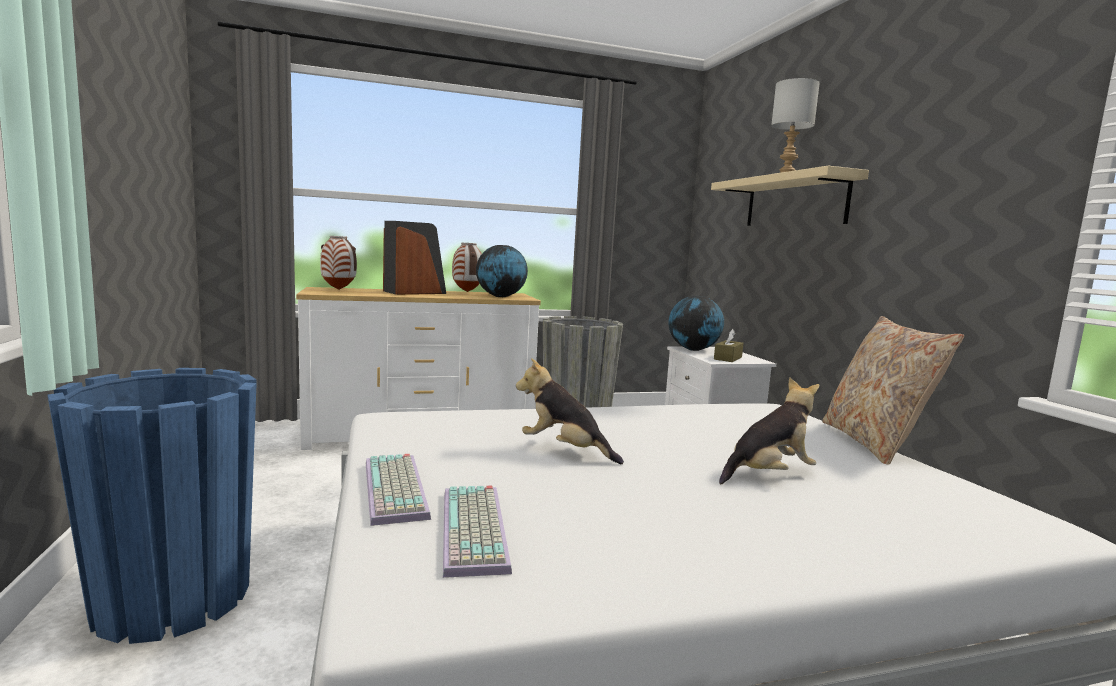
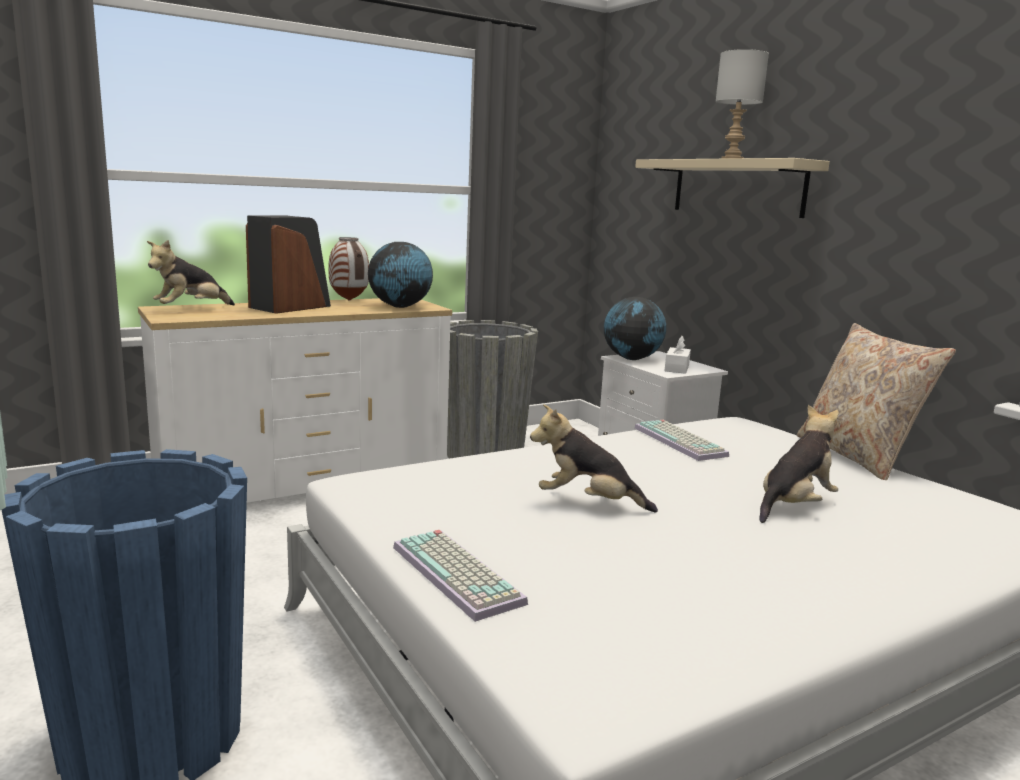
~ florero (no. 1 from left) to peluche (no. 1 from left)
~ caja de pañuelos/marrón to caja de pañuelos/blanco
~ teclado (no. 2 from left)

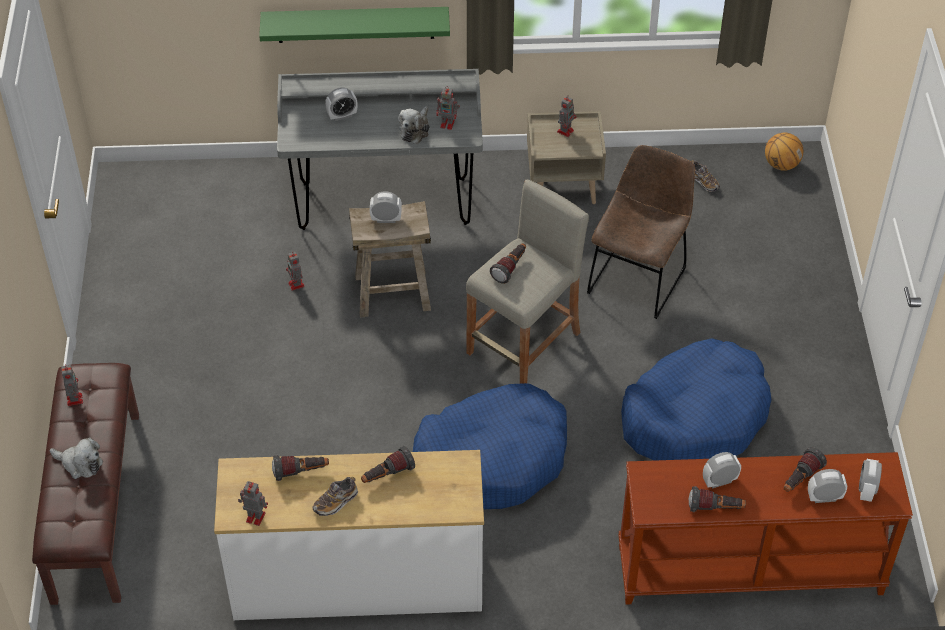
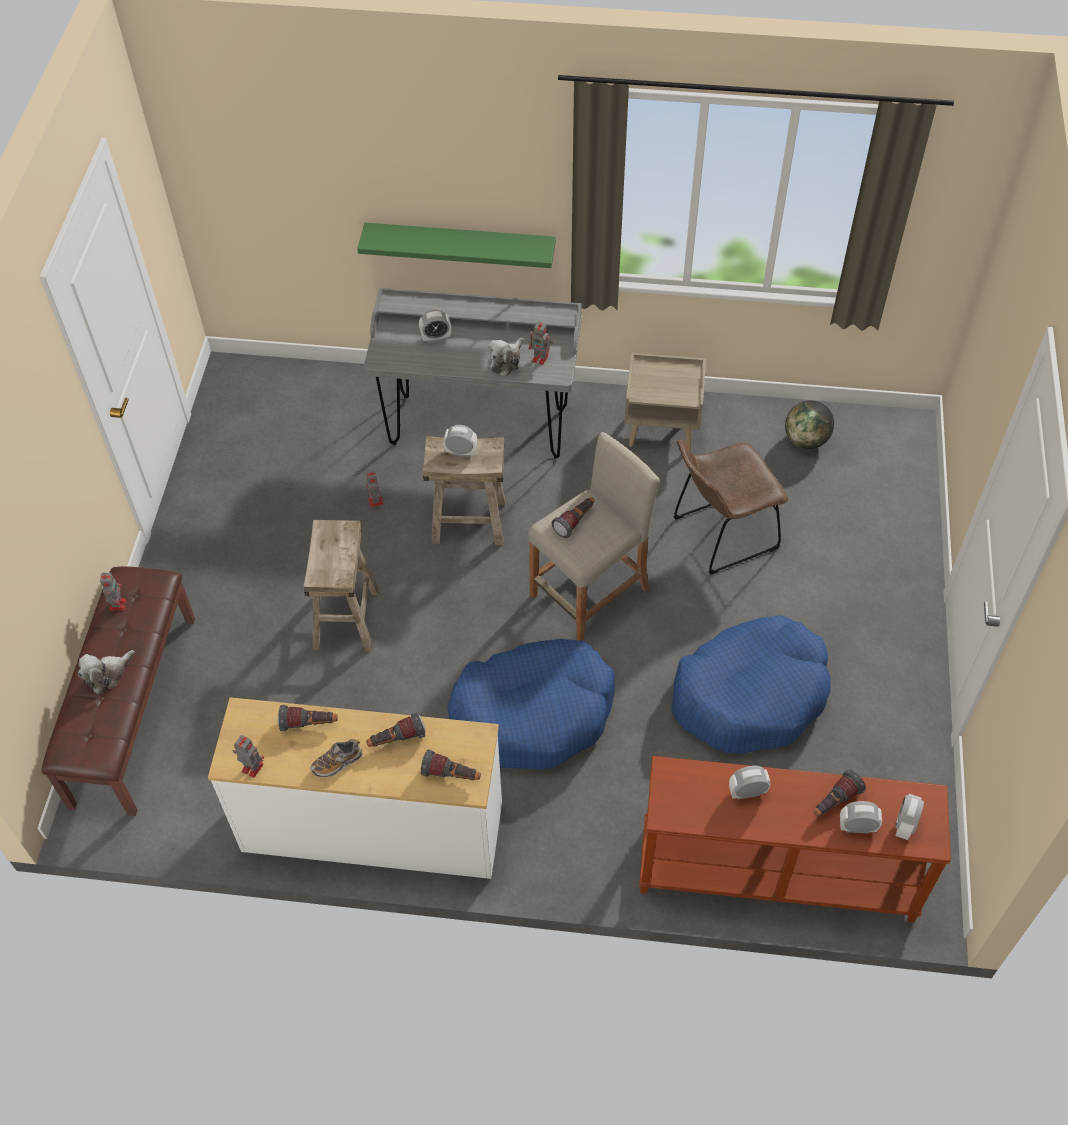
- robot de juguete (no. 5 from left)
- balón de baloncesto
~ silla/marrón 150 degrees counterclockwise
~ zapato (no. 2 from left) to globo terráqueo
~ peluche (no. 1 from left) 105 degrees clockwise
~ linterna (no. 4 from left in the first image) to linterna (no. 3 from left)
+ taburete/beis (no. 1 from left)

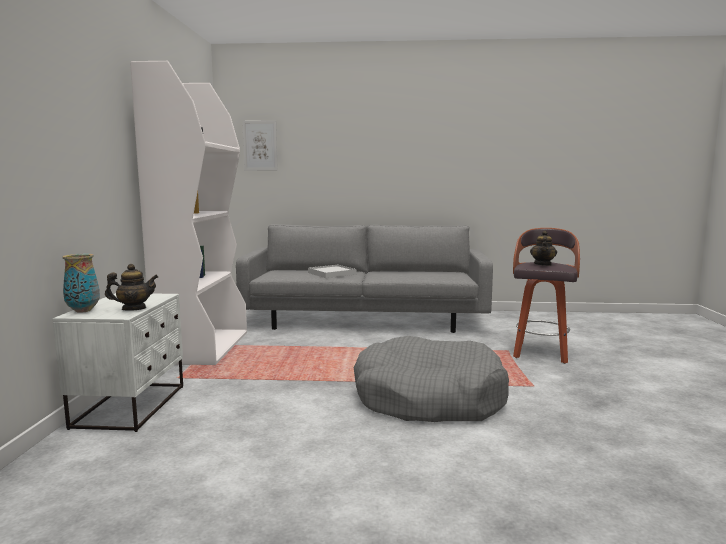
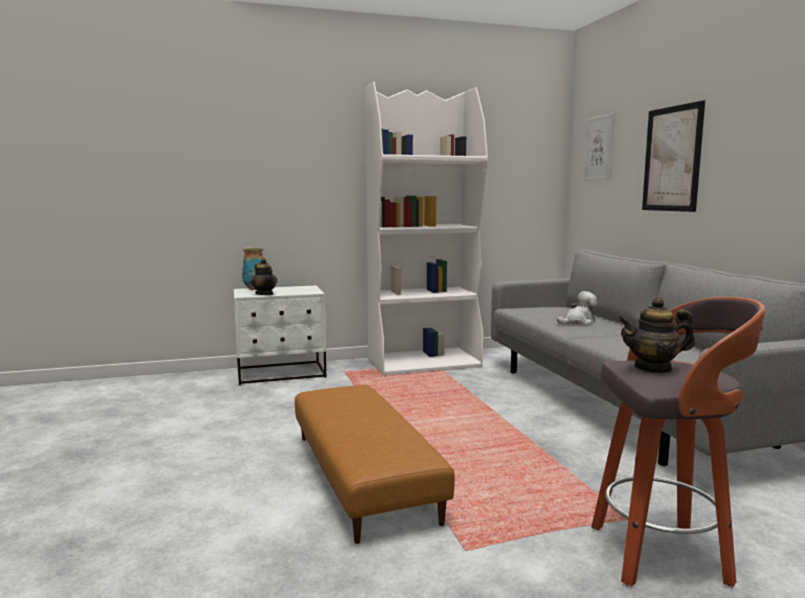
~ bandeja/blanco to peluche
~ cama para perro/gris to puf/marrón
+ cuadro (no. 2 from left)

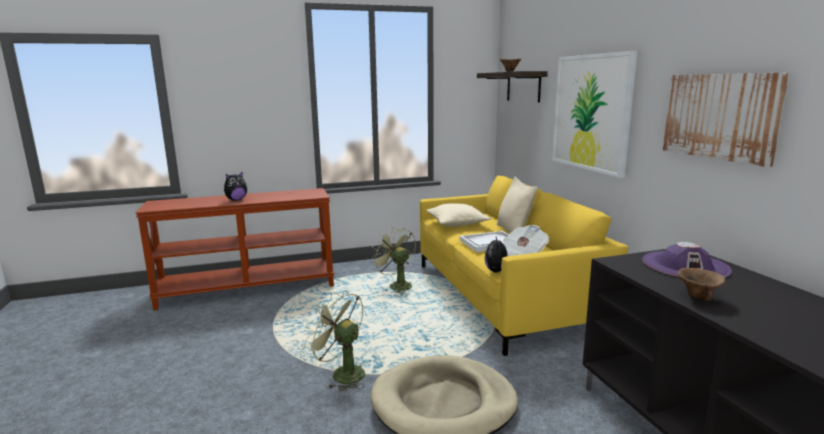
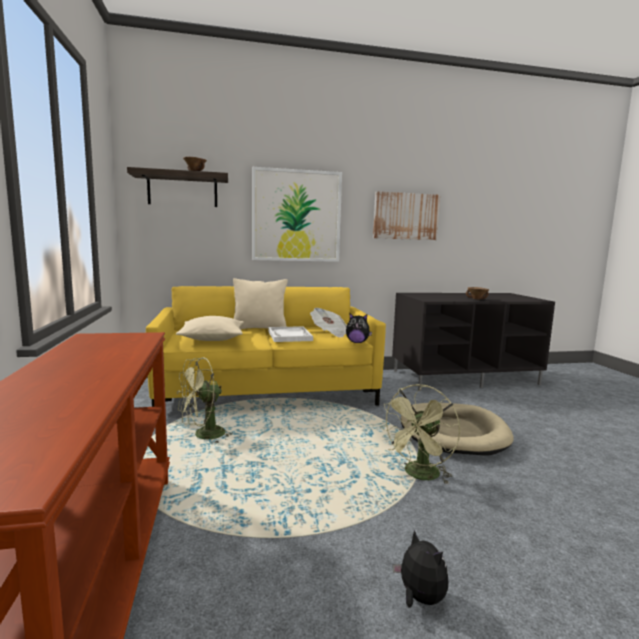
~ peluche (no. 1 from left in the first image) to peluche (no. 2 from left)
- sombrero/morado

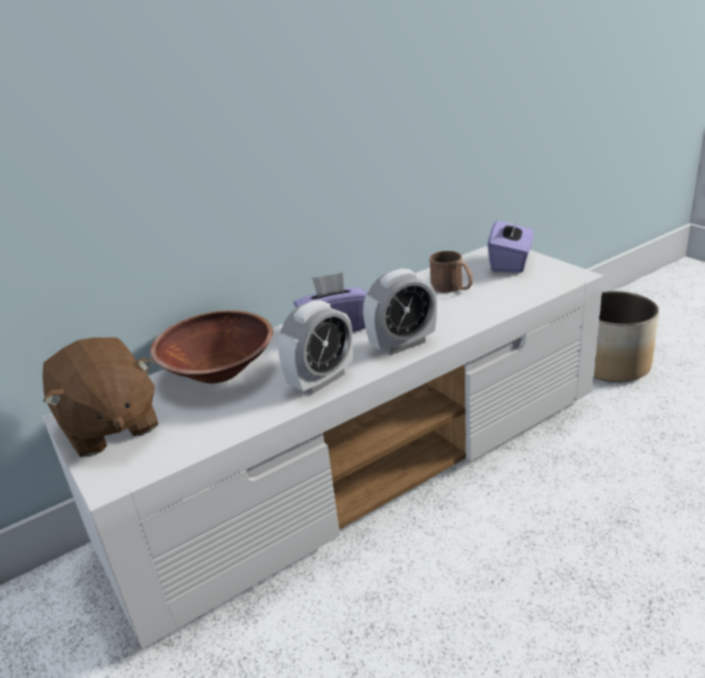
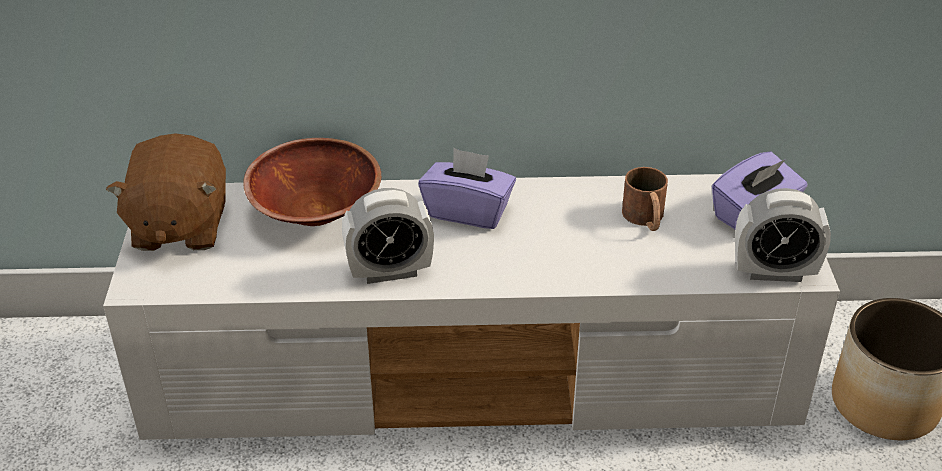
~ despertador (no. 2 from left)

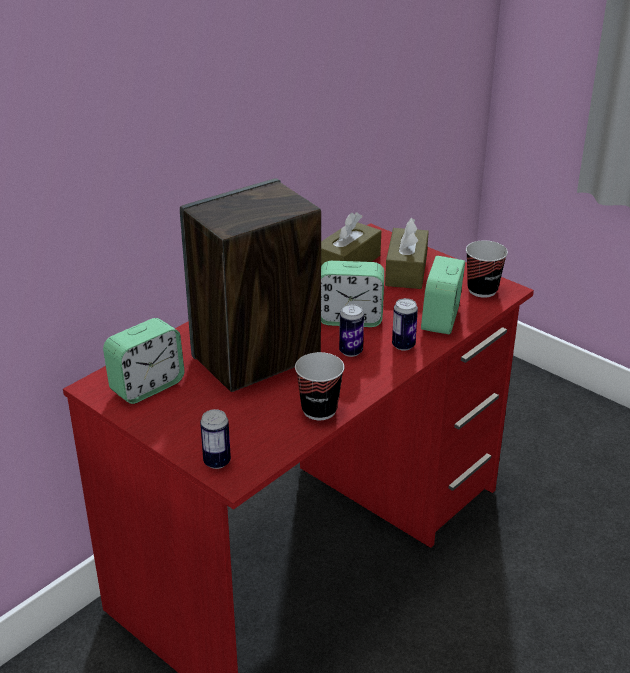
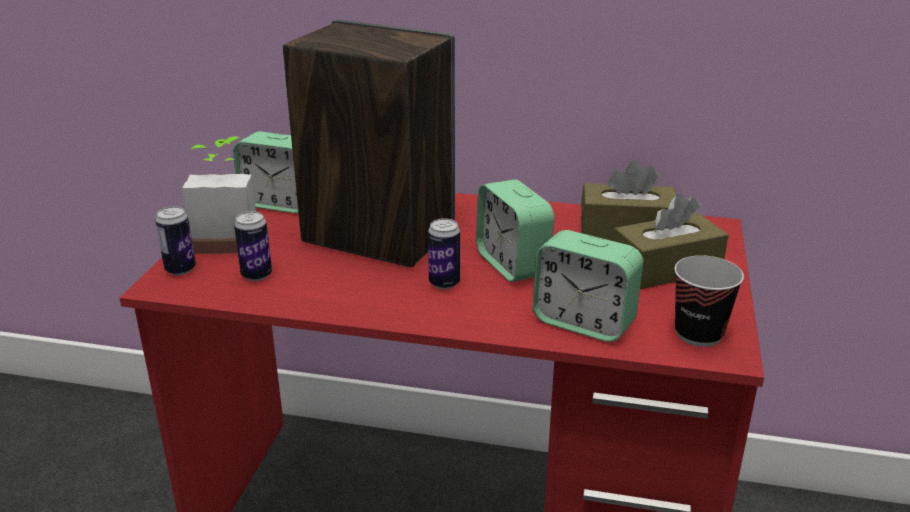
~ despertador (no. 3 from left) 135 degrees counterclockwise
~ lata (no. 3 from left in the first image) to lata (no. 2 from left)
- taza (no. 1 from left)
+ planta en maceta

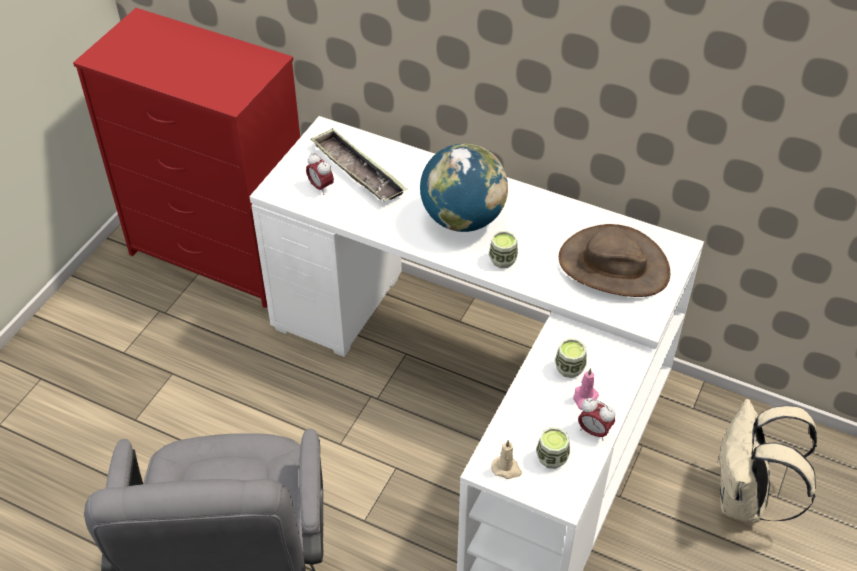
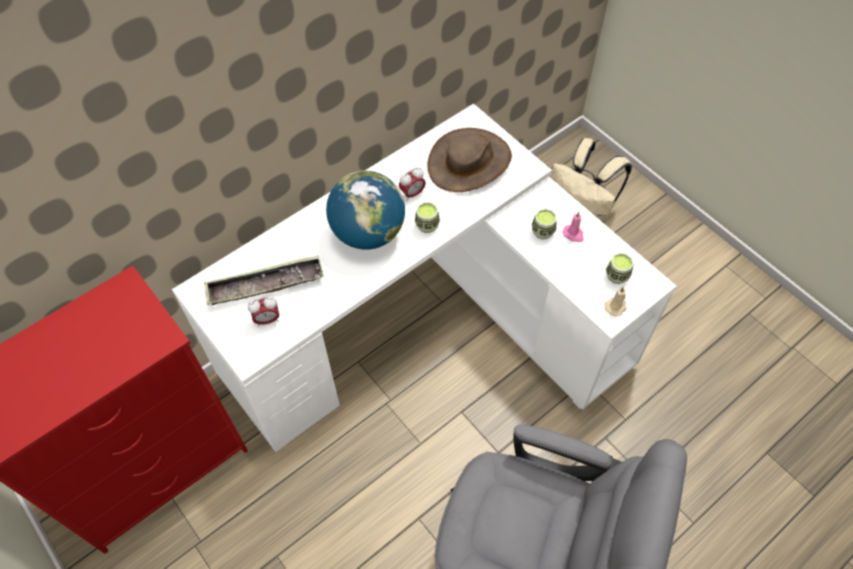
~ despertador (no. 2 from left)

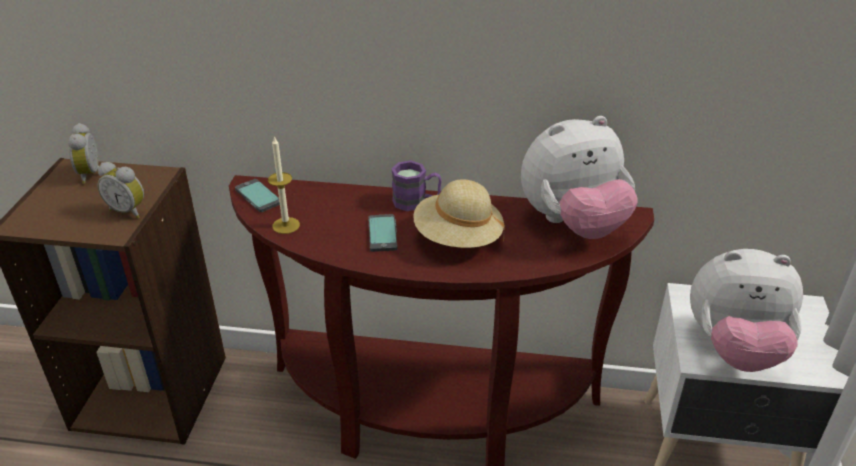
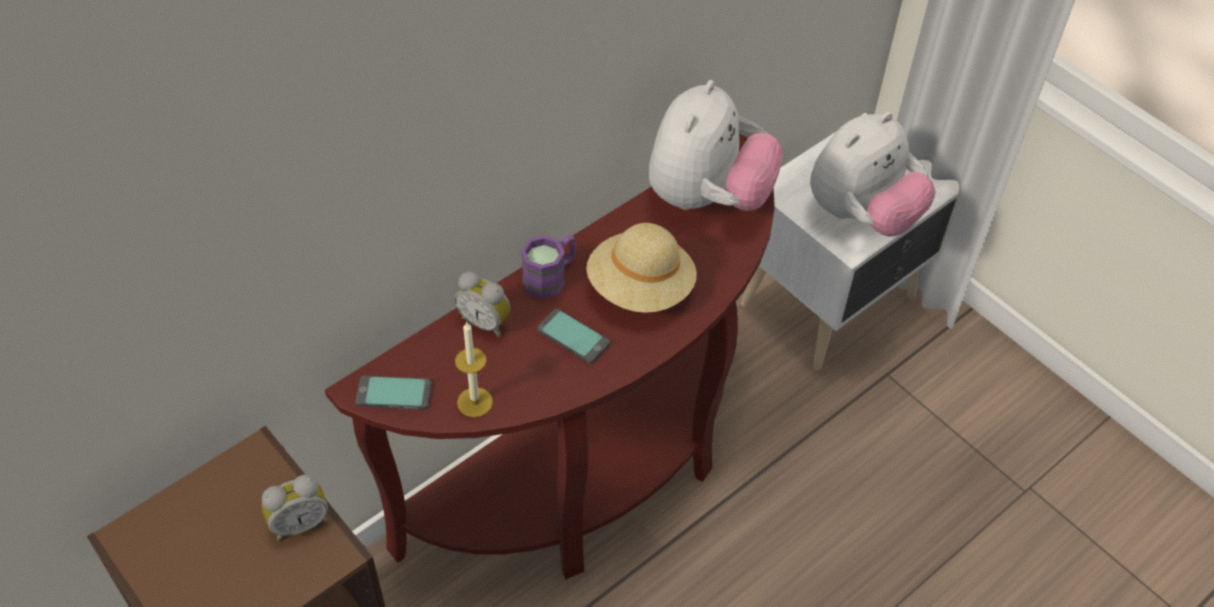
~ despertador (no. 1 from left in the first image) to despertador (no. 2 from left)

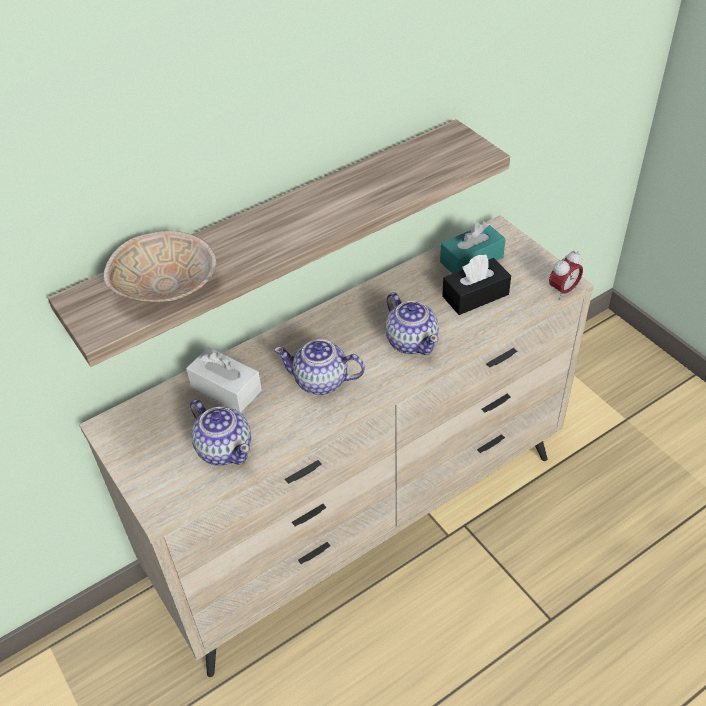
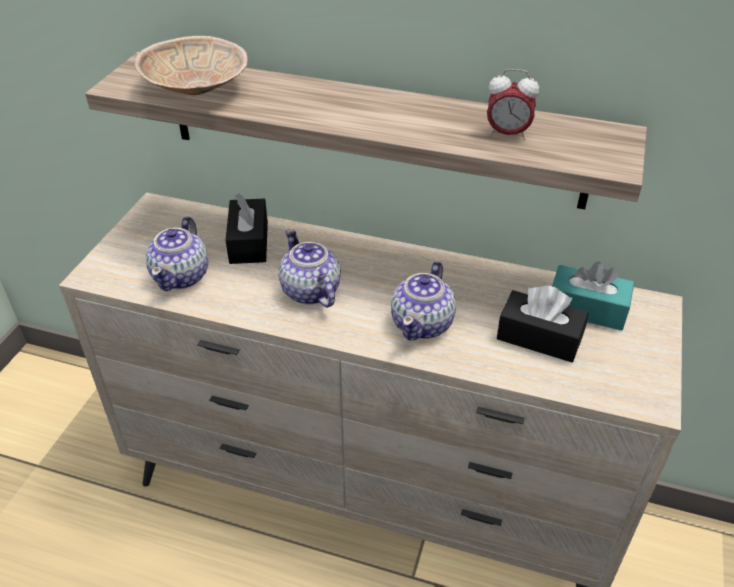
~ despertador
~ caja de pañuelos/blanco to caja de pañuelos/negro (no. 1 from left)

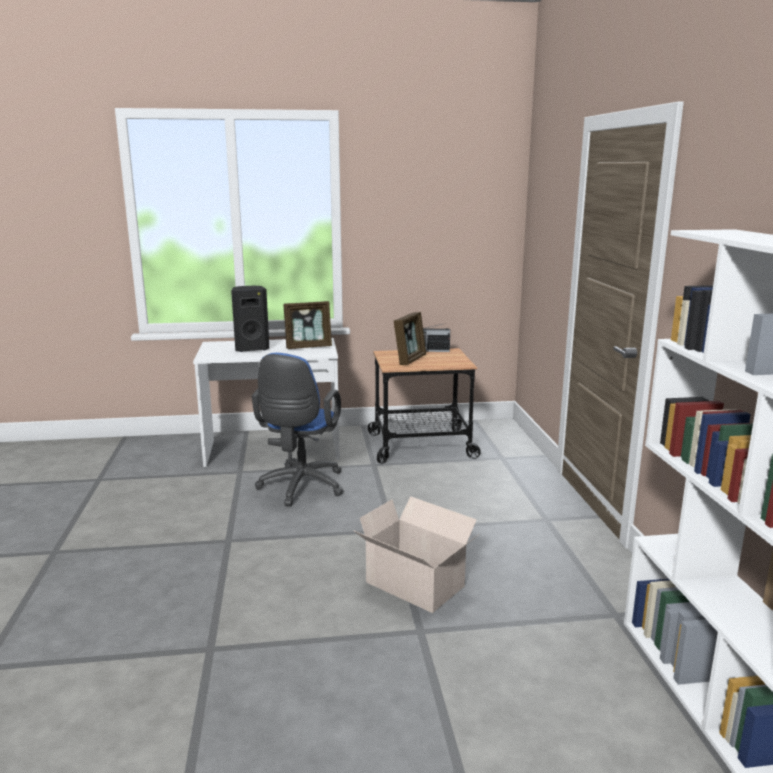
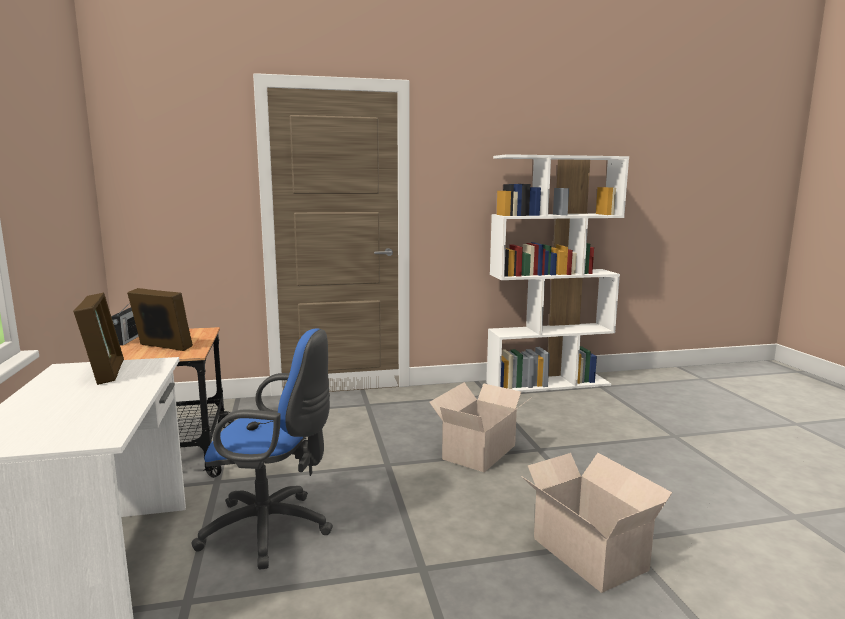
- altavoz/negro
+ caja de cartón (no. 2 from left)

